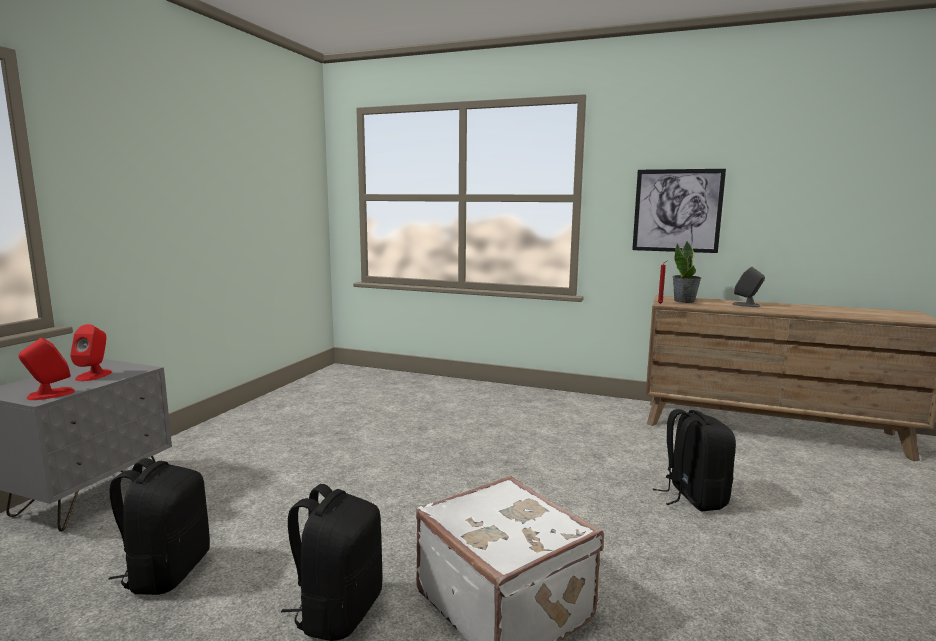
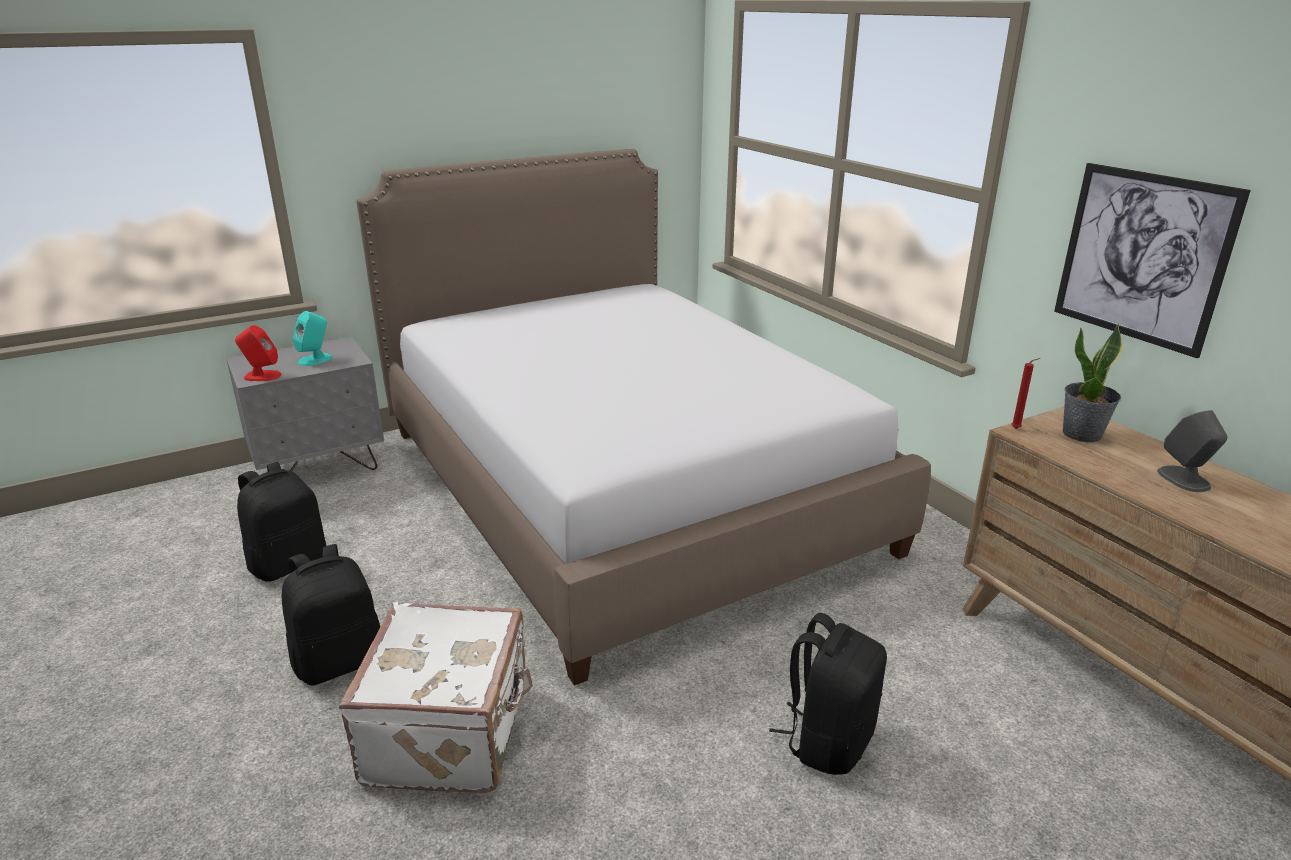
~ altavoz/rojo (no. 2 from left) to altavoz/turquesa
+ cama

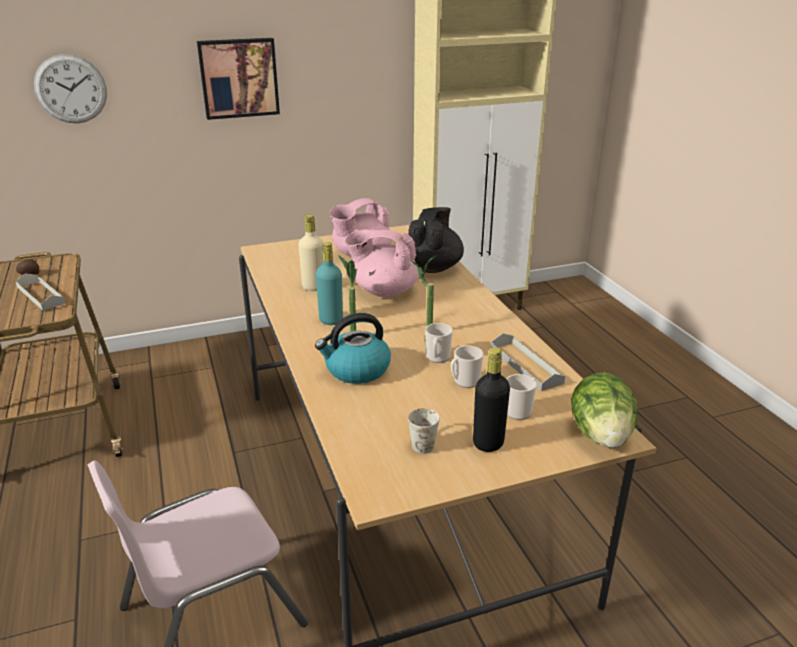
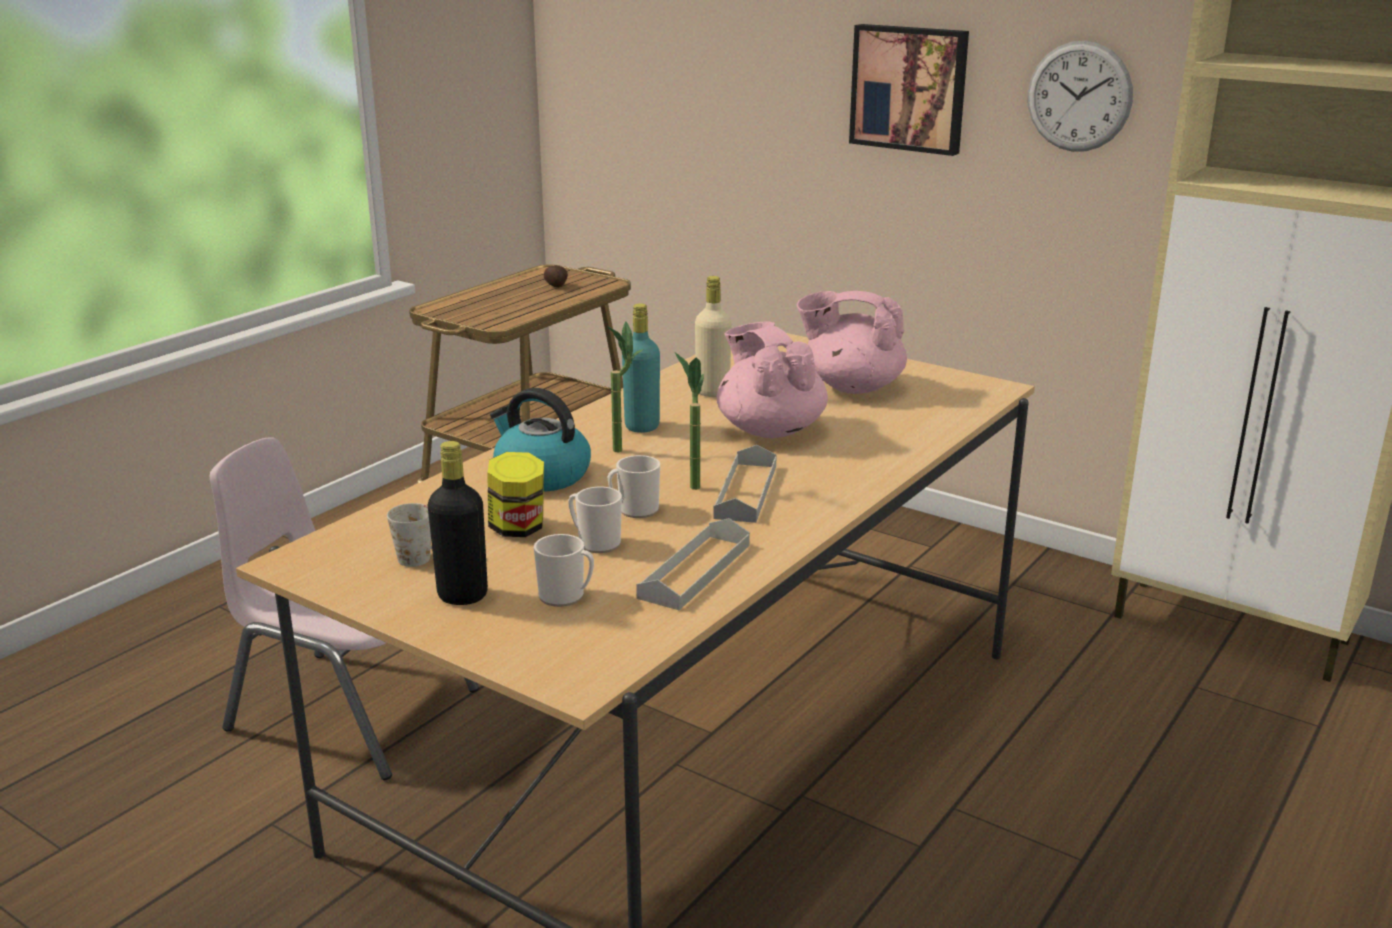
~ reloj de pared
- tetera/negro
~ bandeja/gris (no. 1 from left in the first image) to bandeja/gris (no. 2 from left)
- lechuga
+ tarro

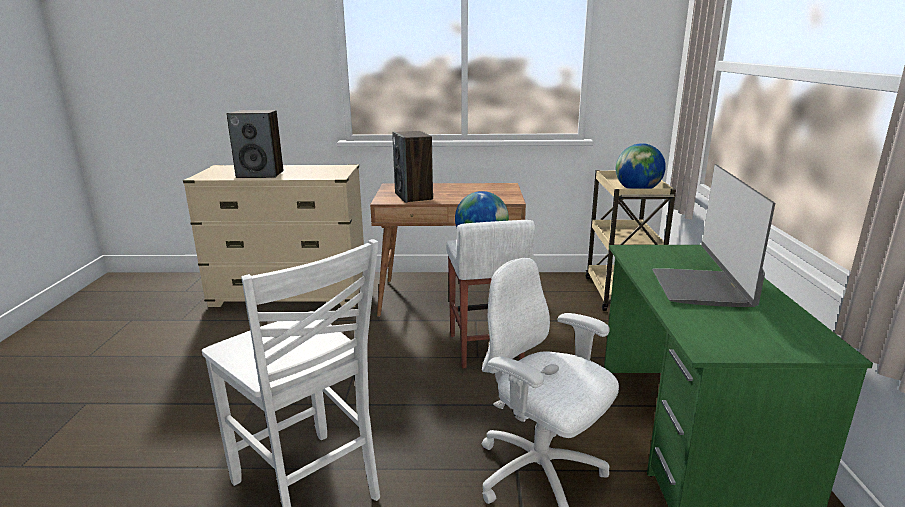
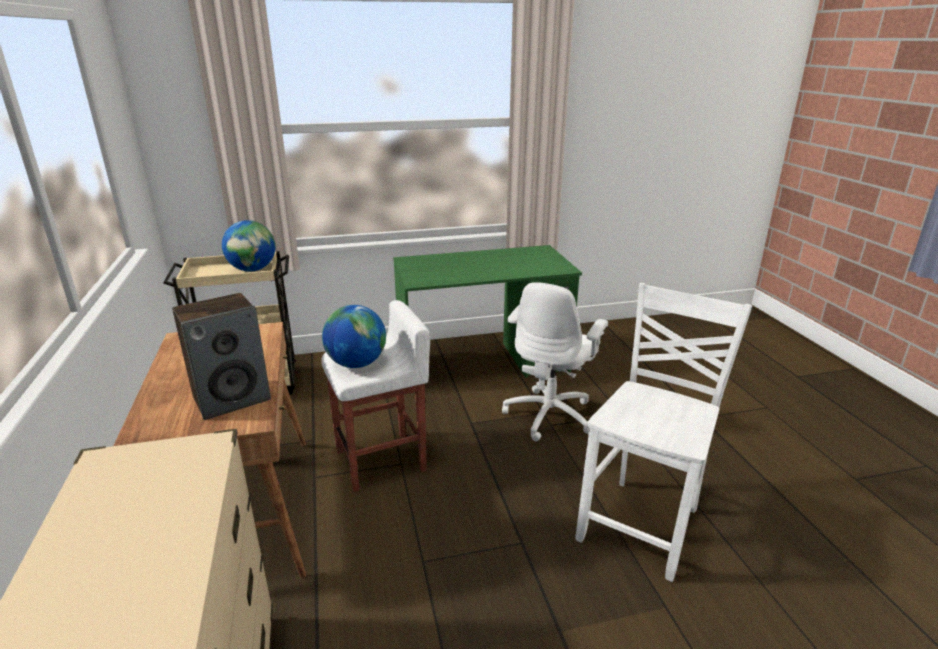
- altavoz (no. 1 from left)
- monitor

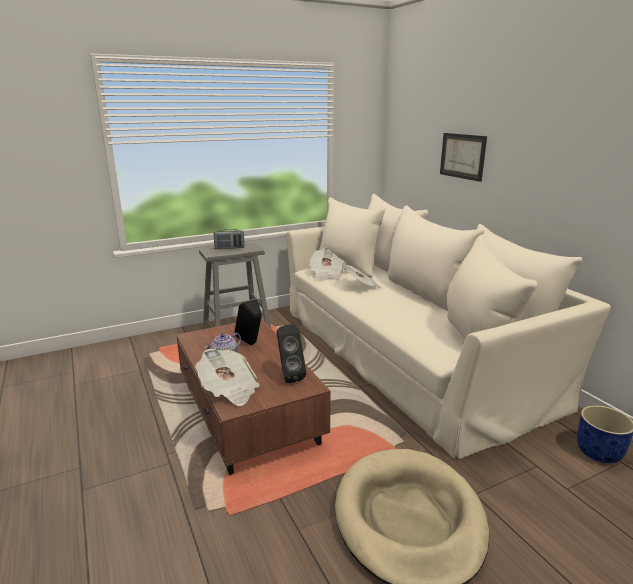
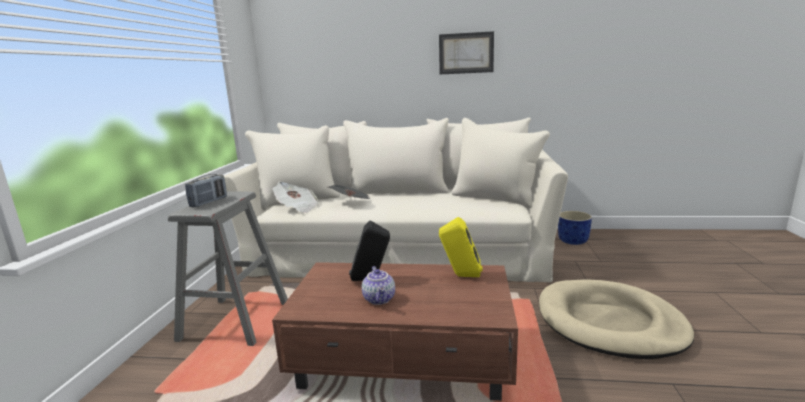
~ cuadro
~ altavoz/negro (no. 2 from left) to altavoz/amarillo
- periódico (no. 1 from left)

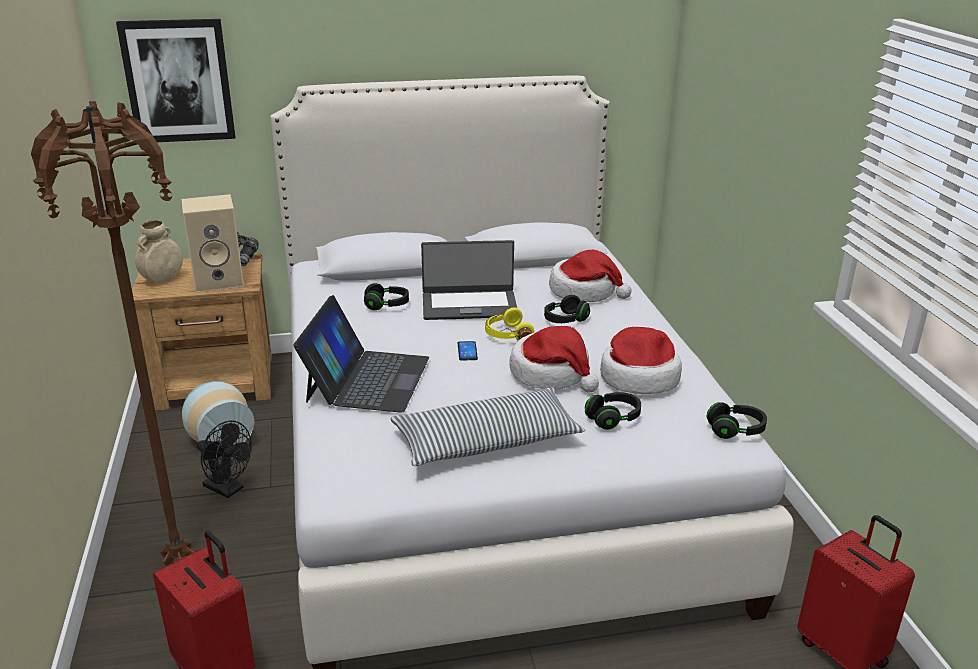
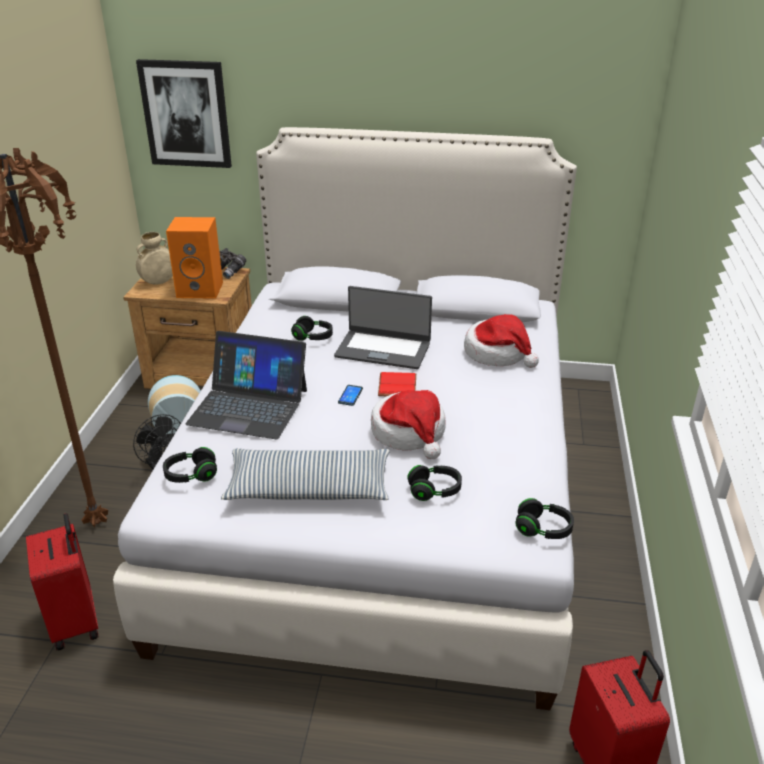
~ altavoz/beis to altavoz/naranja
~ portátil (no. 1 from left) 75 degrees clockwise
~ auriculares/negro (no. 2 from left in the first image) to auriculares/negro (no. 1 from left)
~ auriculares/amarillo to libro/rojo
- sombrero (no. 3 from left)

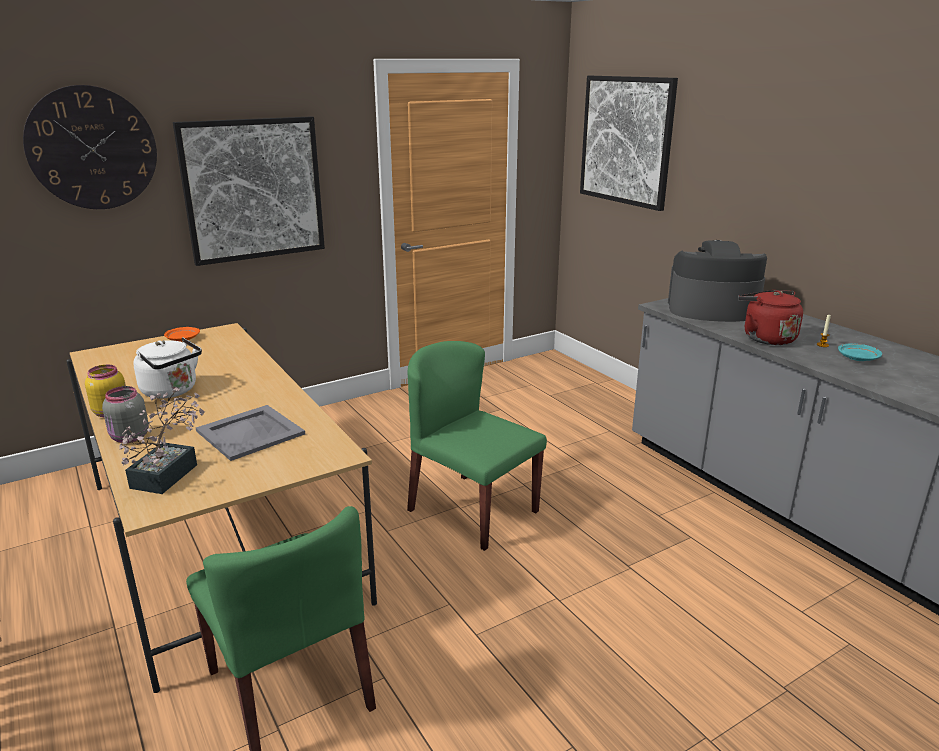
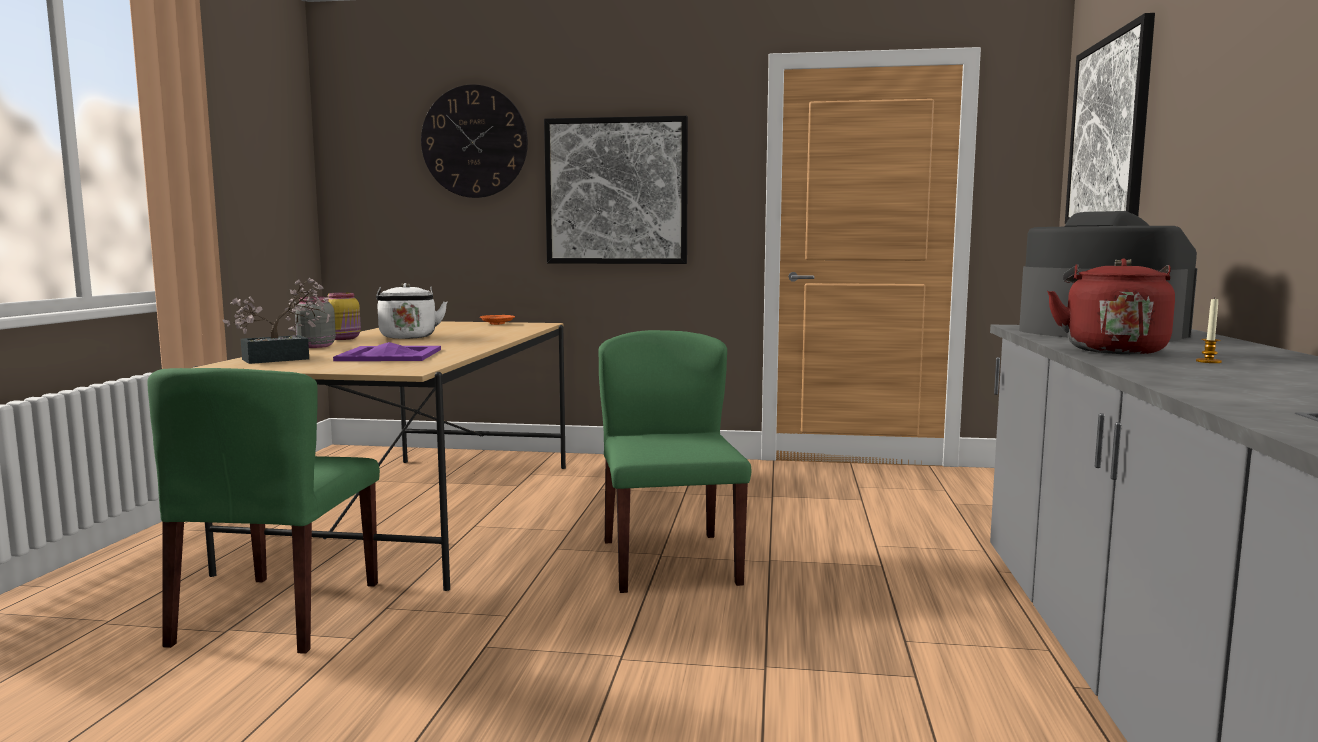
- plato/turquesa
~ bandeja/gris to bandeja/morado

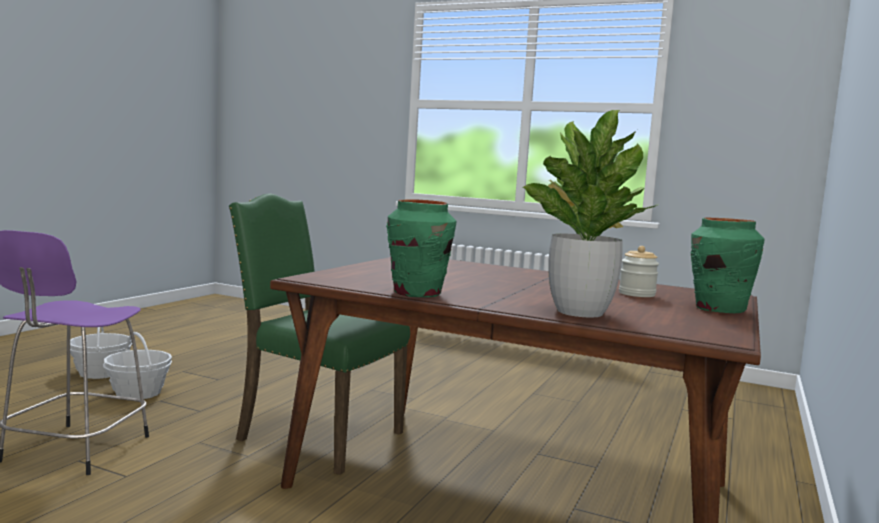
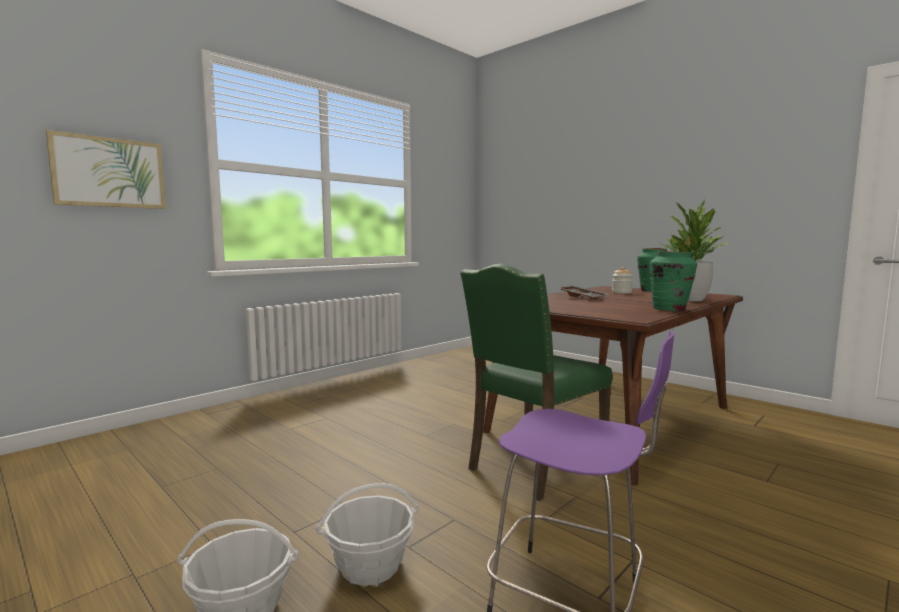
+ cuadro
+ bandeja/gris

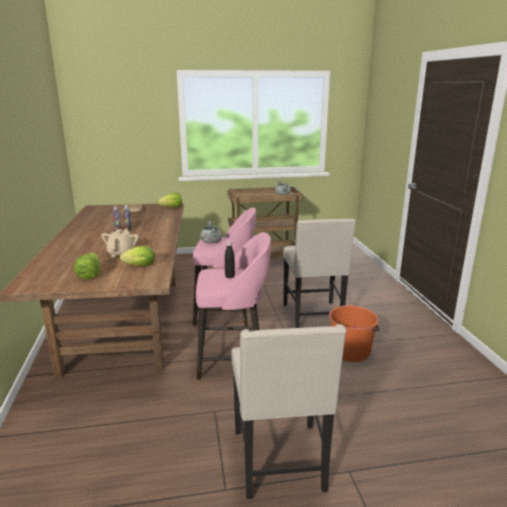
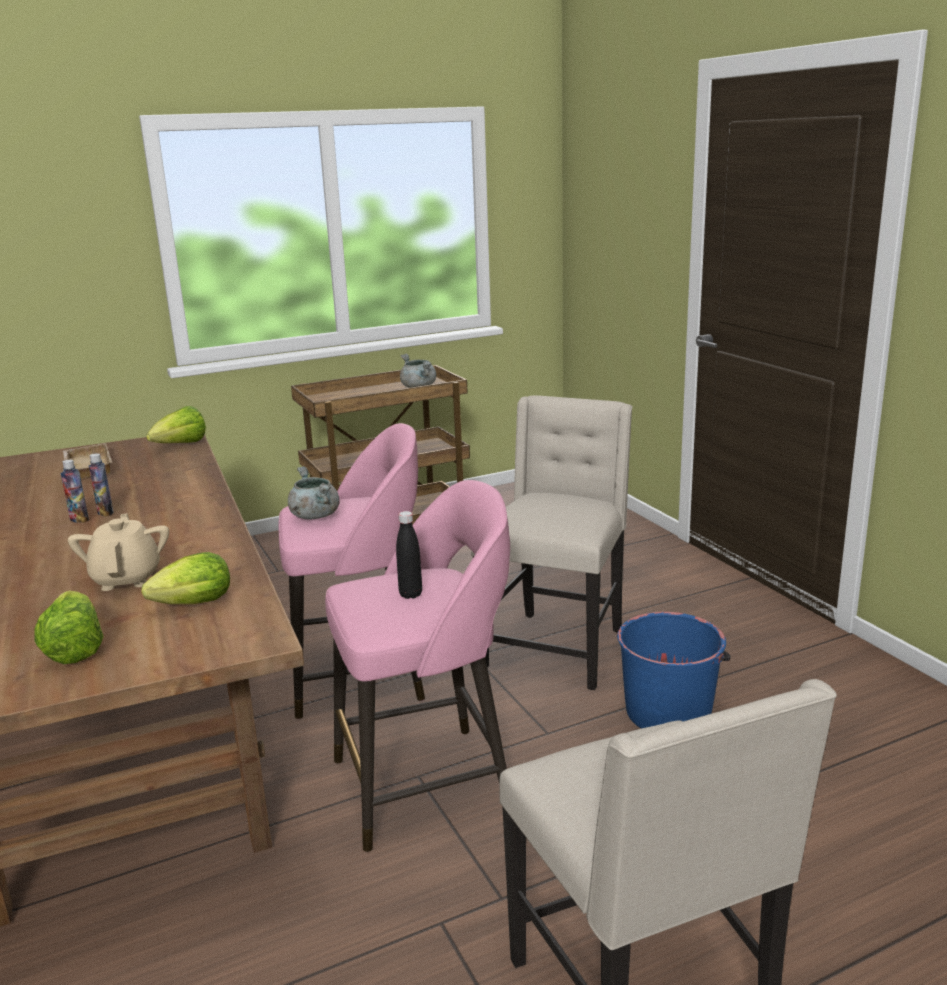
~ silla/beis (no. 2 from left in the first image) 135 degrees counterclockwise
~ cubo/naranja to cubo/azul

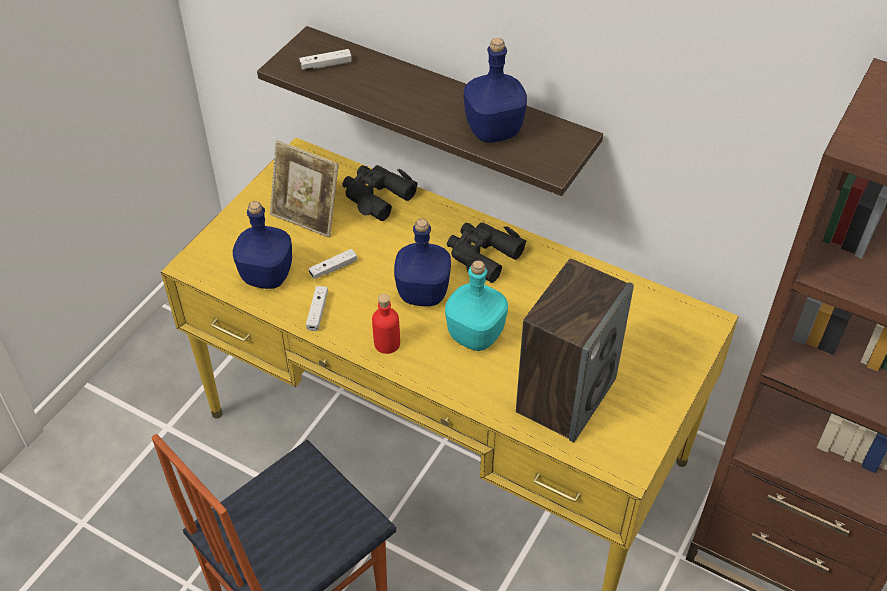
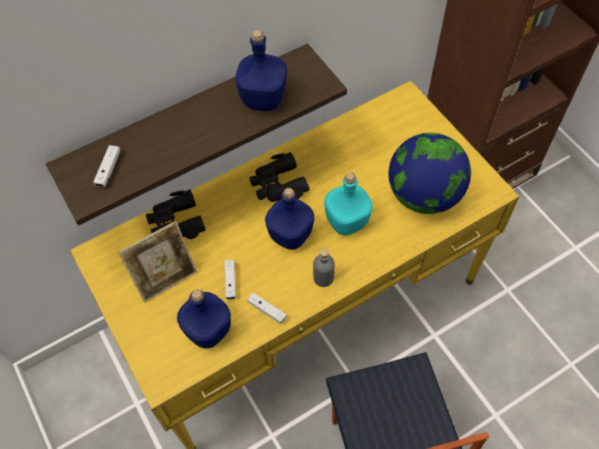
~ altavoz to globo terráqueo
~ botella/rojo to botella/gris

